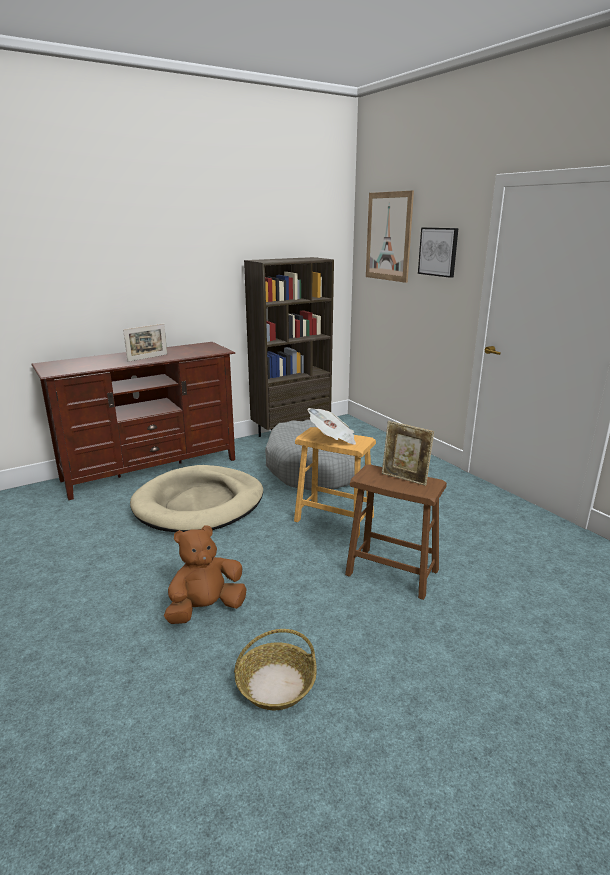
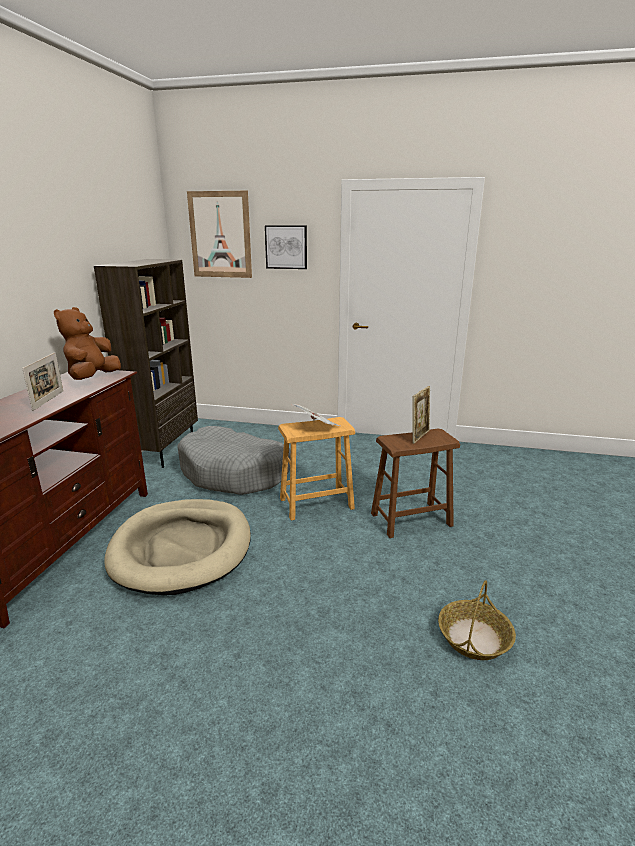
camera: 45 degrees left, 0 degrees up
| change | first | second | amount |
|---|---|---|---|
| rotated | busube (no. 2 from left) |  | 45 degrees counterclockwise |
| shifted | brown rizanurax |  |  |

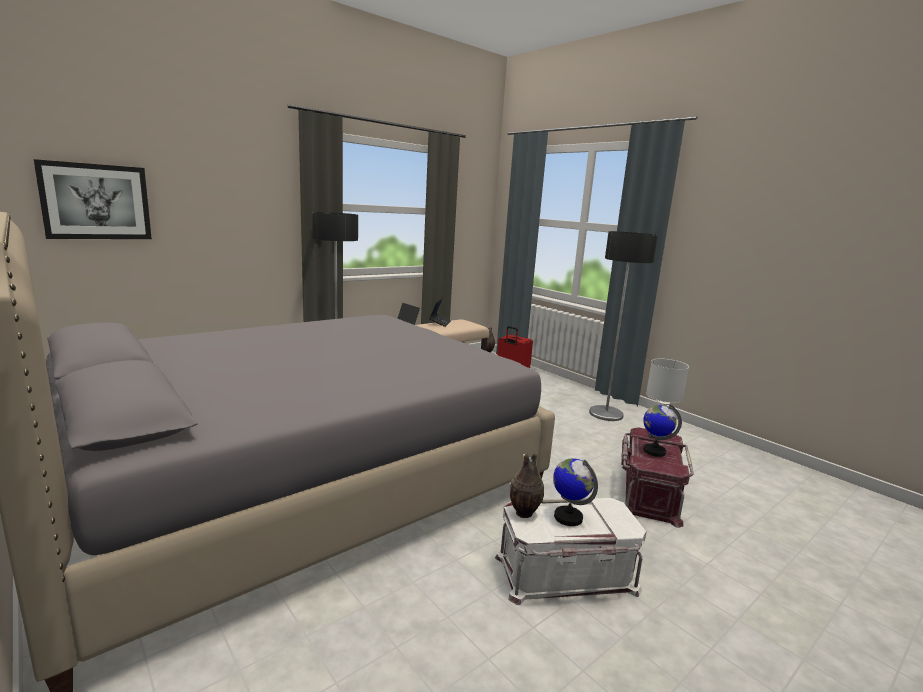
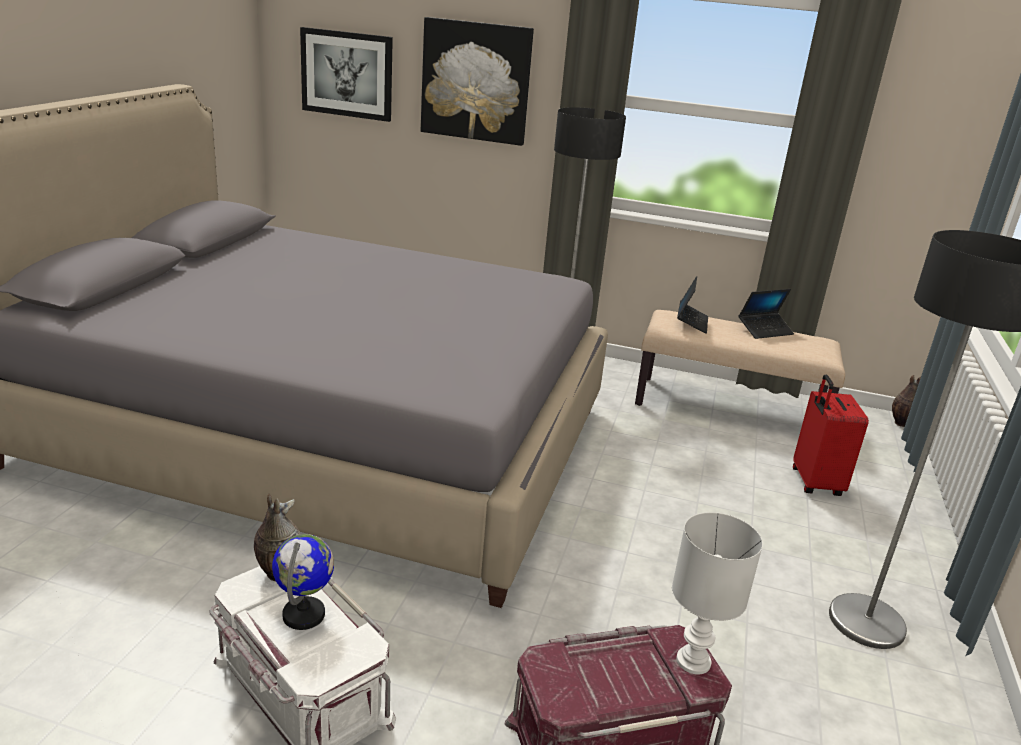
camera: 55 degrees right, 10 degrees up
| change | first | second | amount |
|---|---|---|---|
| gone | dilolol (no. 2 from left) |  |  |
| new |  | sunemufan (no. 2 from left) |  |

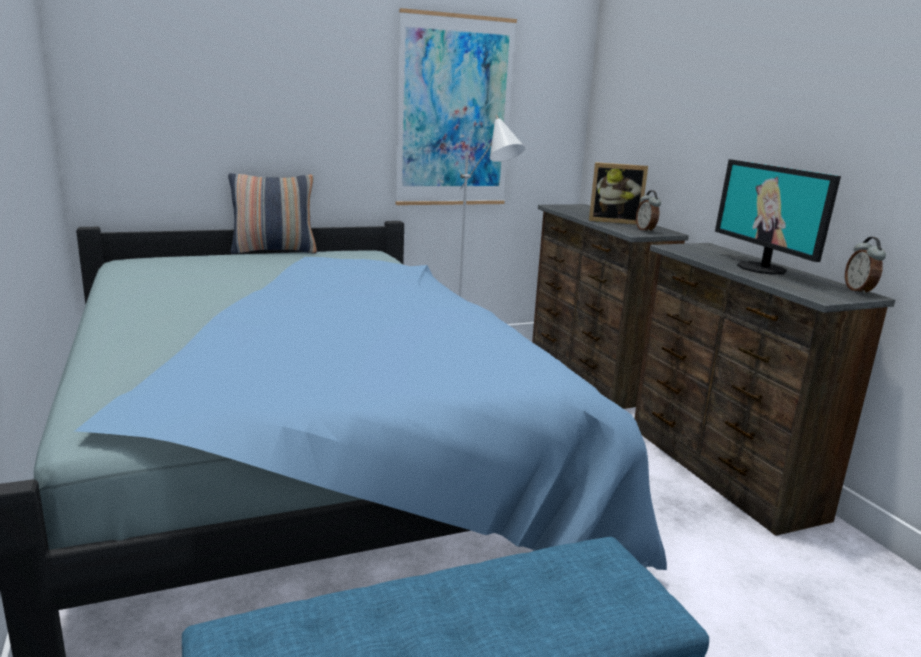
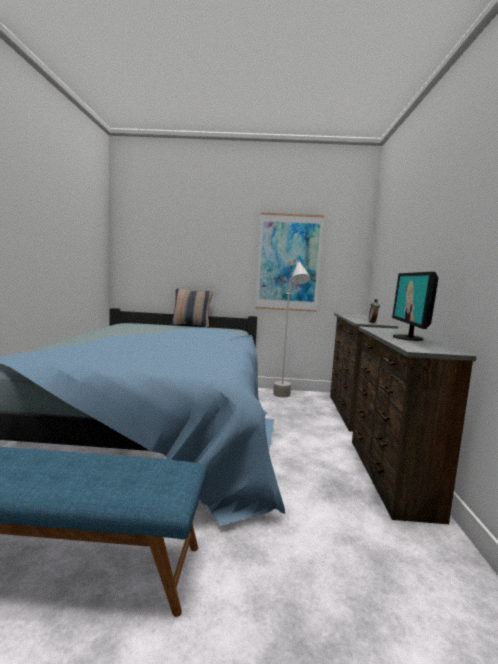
camera: 25 degrees right, 10 degrees down
| change | first | second | amount |
|---|---|---|---|
| gone | busube |  |  |
| gone | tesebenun (no. 2 from left) |  |  |

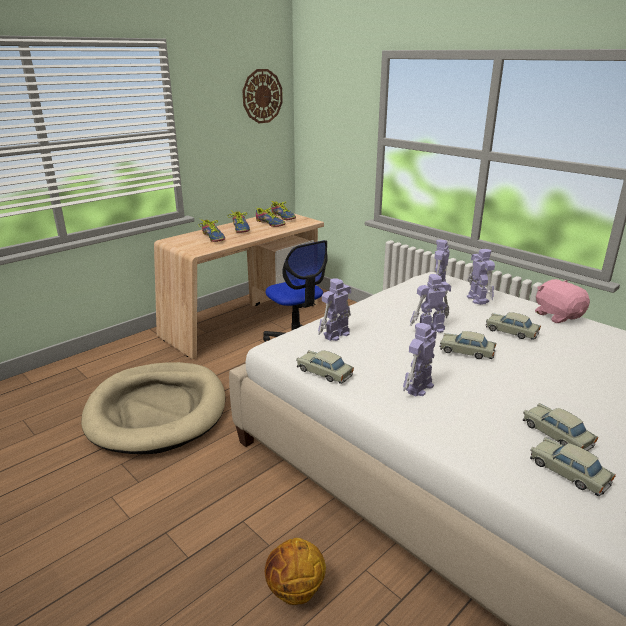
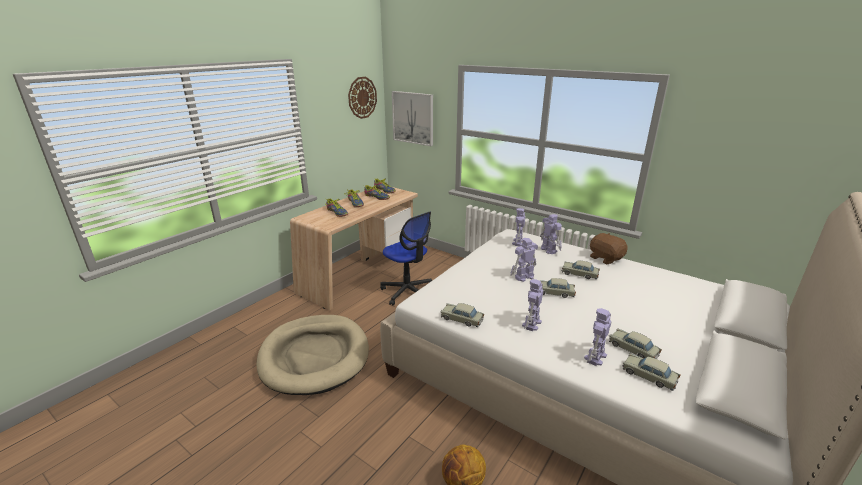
camera: 10 degrees left, 0 degrees up
| change | first | second | amount |
|---|---|---|---|
| shifted | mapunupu (no. 1 from left in the first image) | mapunupu (no. 5 from left) |  |
| repainted | pink rizanurax | brown rizanurax |  |
| new |  | sunemufan |  |

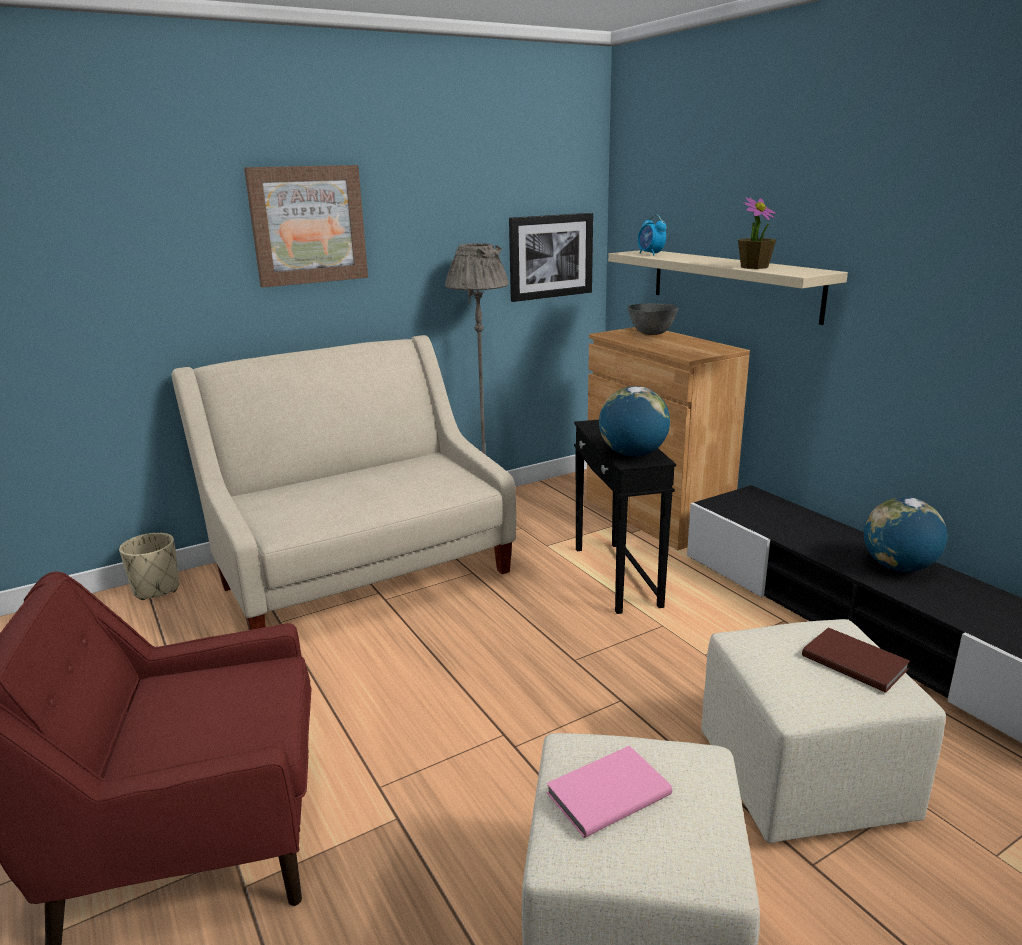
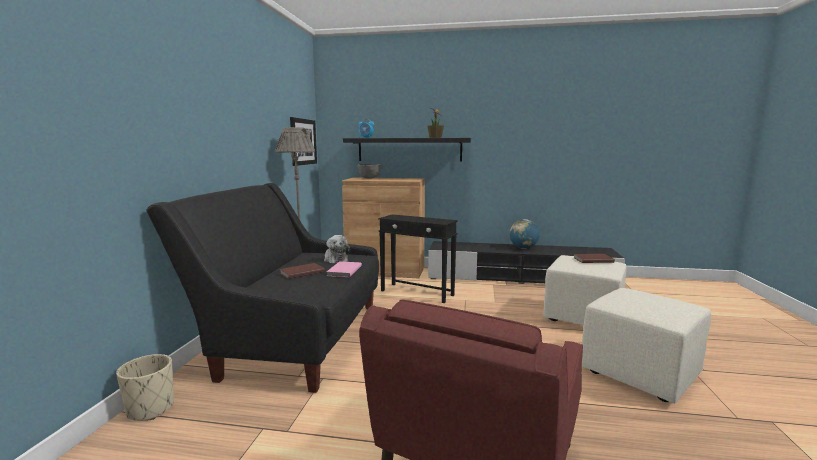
camera: 50 degrees left, 10 degrees down
| change | first | second | amount |
|---|---|---|---|
| gone | sunemufan (no. 1 from left) |  |  |
| repainted | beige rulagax | black rulagax |  |
| repainted | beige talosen | black talosen |  |
| gone | dilolol (no. 1 from left) |  |  |
| shifted | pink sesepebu |  |  |
| new |  | rizanurax |  |
| new |  | brown sesepebu (no. 1 from left) |  |

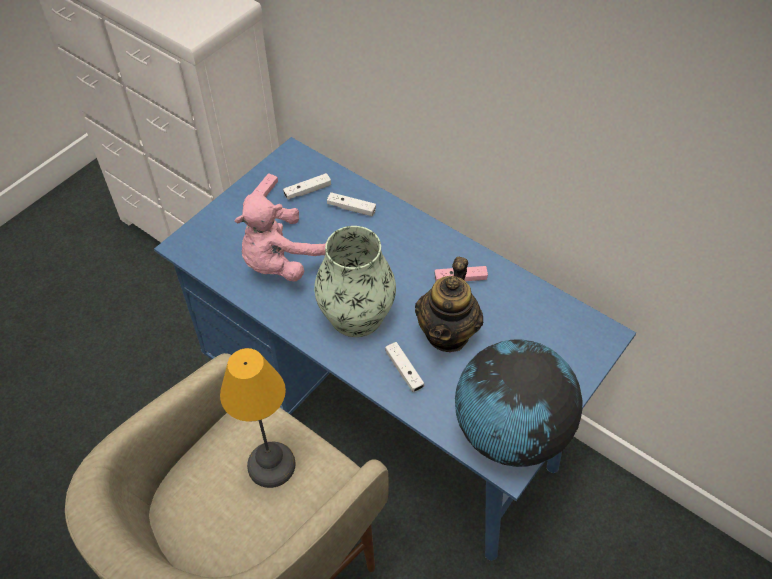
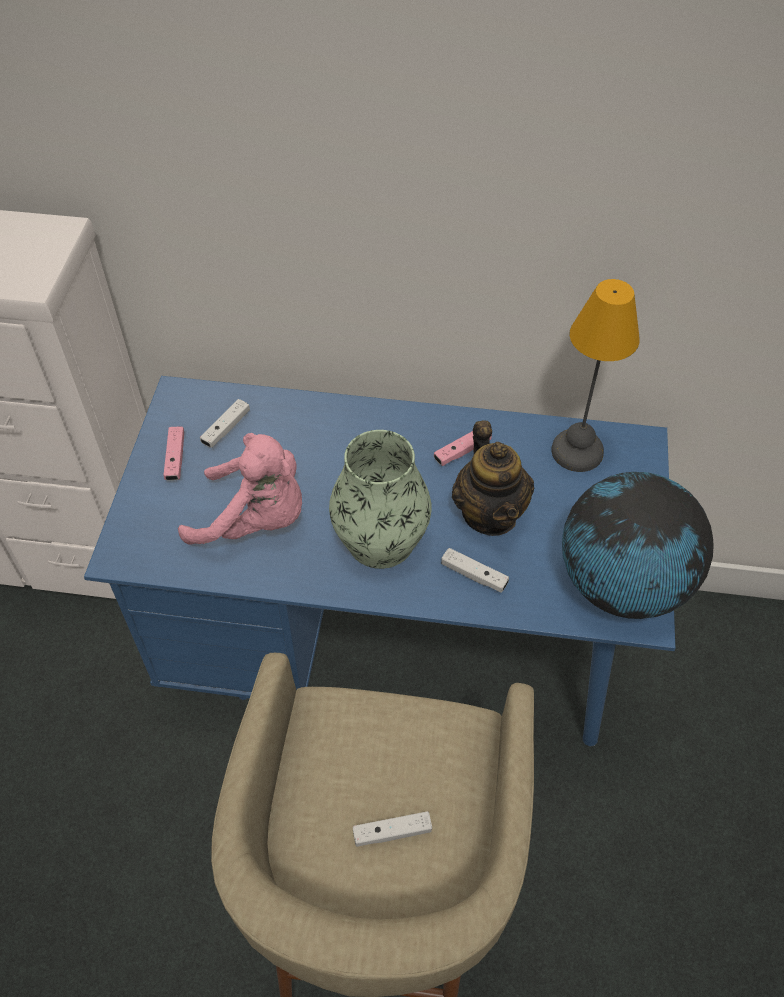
camera: 30 degrees left, 0 degrees up
| change | first | second | amount |
|---|---|---|---|
| shifted | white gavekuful (no. 2 from left) |  |  |
| rotated | pink rizanurax |  | 90 degrees counterclockwise |
| shifted | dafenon |  |  |

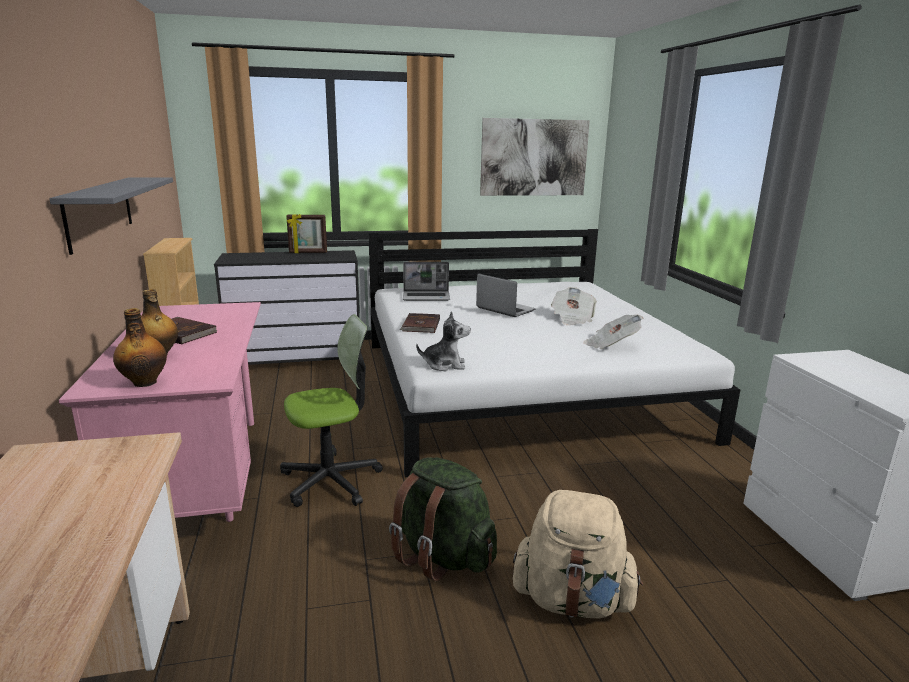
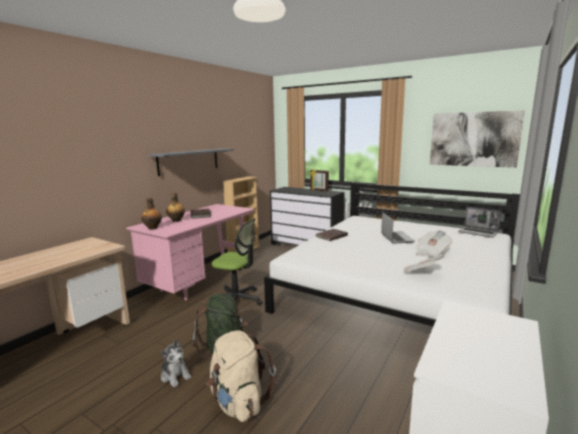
camera: 45 degrees right, 5 degrees down
| change | first | second | amount |
|---|---|---|---|
| shifted | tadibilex (no. 1 from left in the first image) | tadibilex (no. 2 from left) |  |
| shifted | rizanurax |  |  |

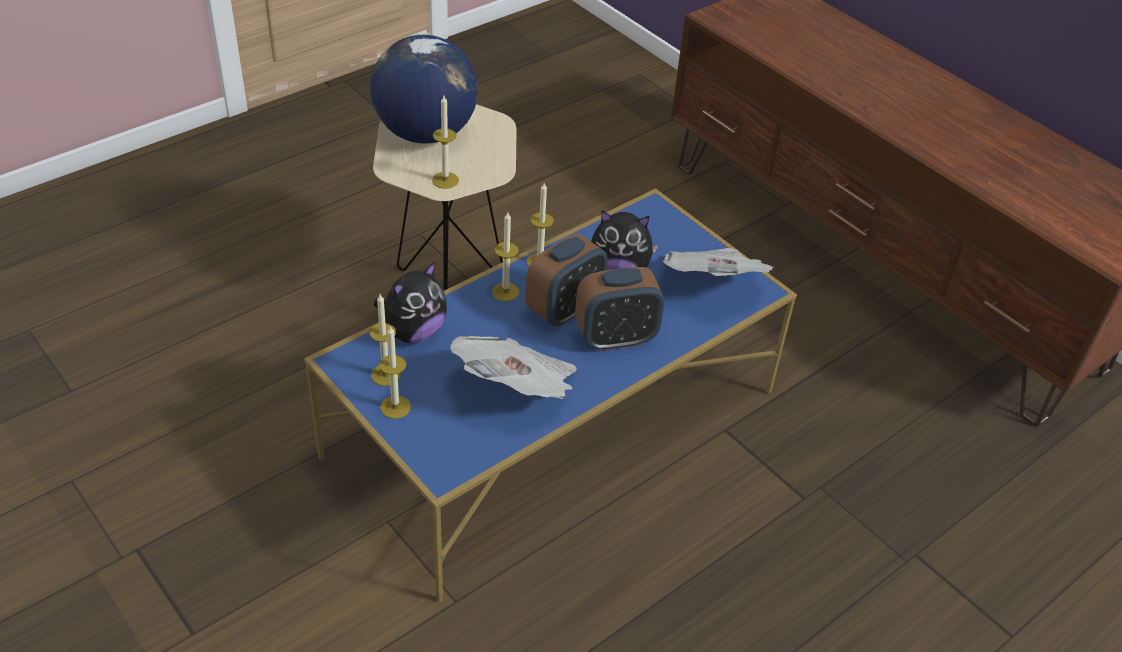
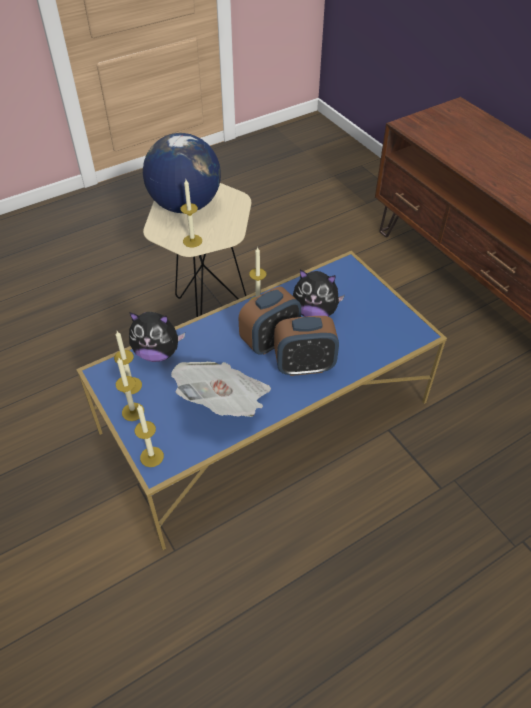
camera: 10 degrees right, 5 degrees up
| change | first | second | amount |
|---|---|---|---|
| shifted | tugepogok (no. 4 from left in the first image) | tugepogok (no. 3 from left) |  |
| gone | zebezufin (no. 2 from left) |  |  |
| rotated | rizanurax (no. 1 from left) |  | 45 degrees clockwise |

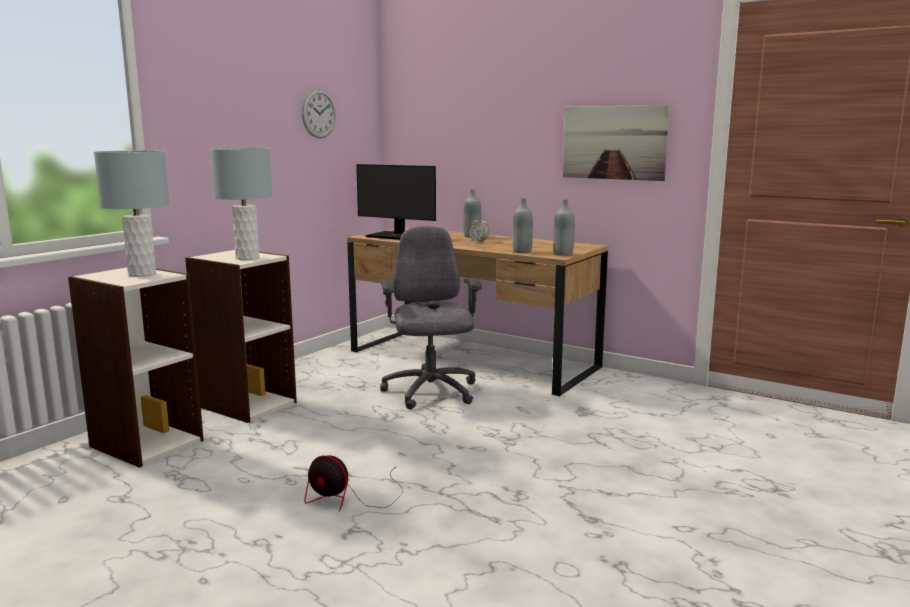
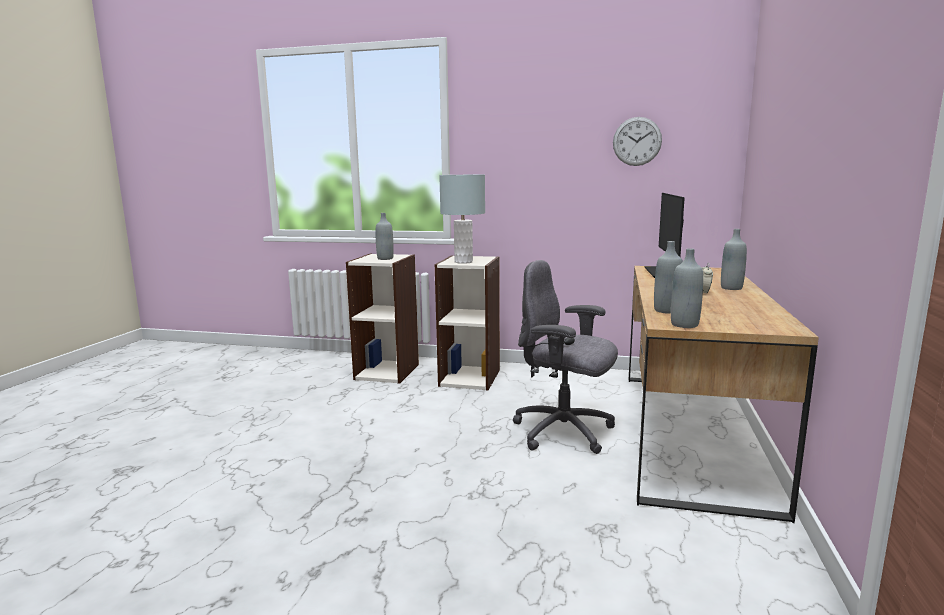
camera: 70 degrees right, 0 degrees up
| change | first | second | amount |
|---|---|---|---|
| gone | sunemufan |  |  |
| swapped | grey dafenon (no. 1 from left) | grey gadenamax (no. 1 from left) |  |
| rotated | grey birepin |  | 120 degrees counterclockwise |
| gone | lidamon |  |  |

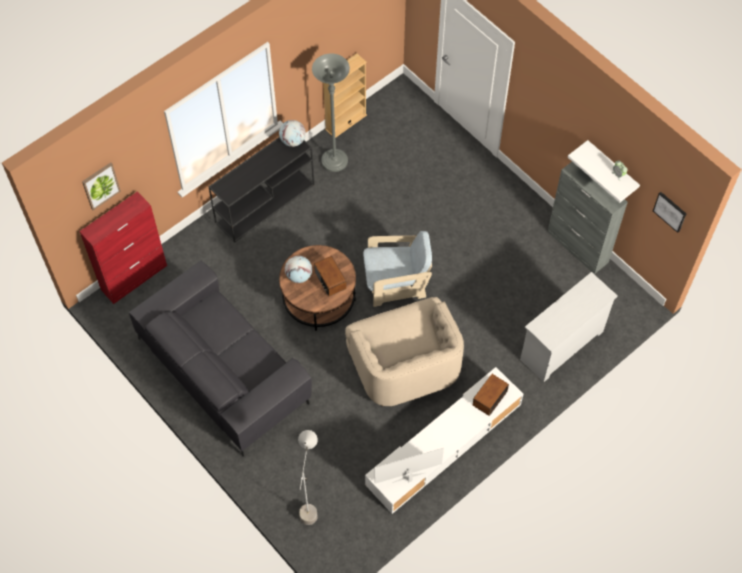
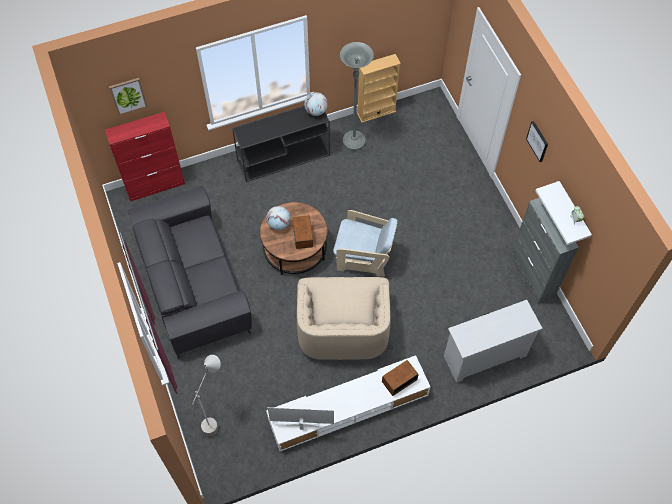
camera: 20 degrees right, 0 degrees up
| change | first | second | amount |
|---|---|---|---|
| shifted | sunemufan (no. 2 from left) |  |  |

